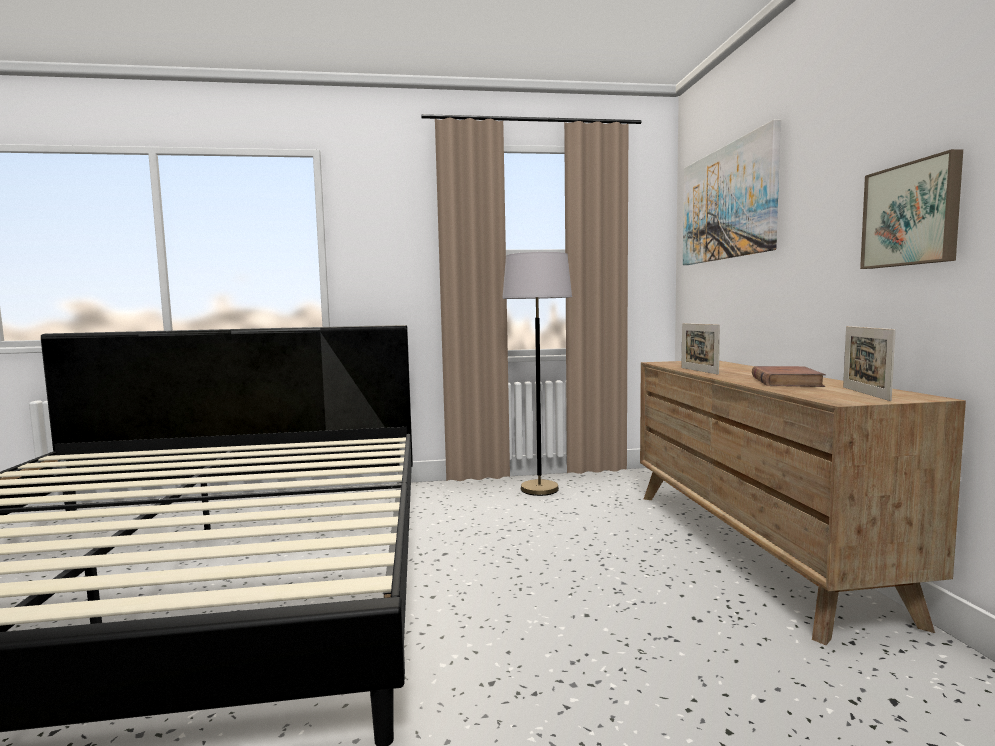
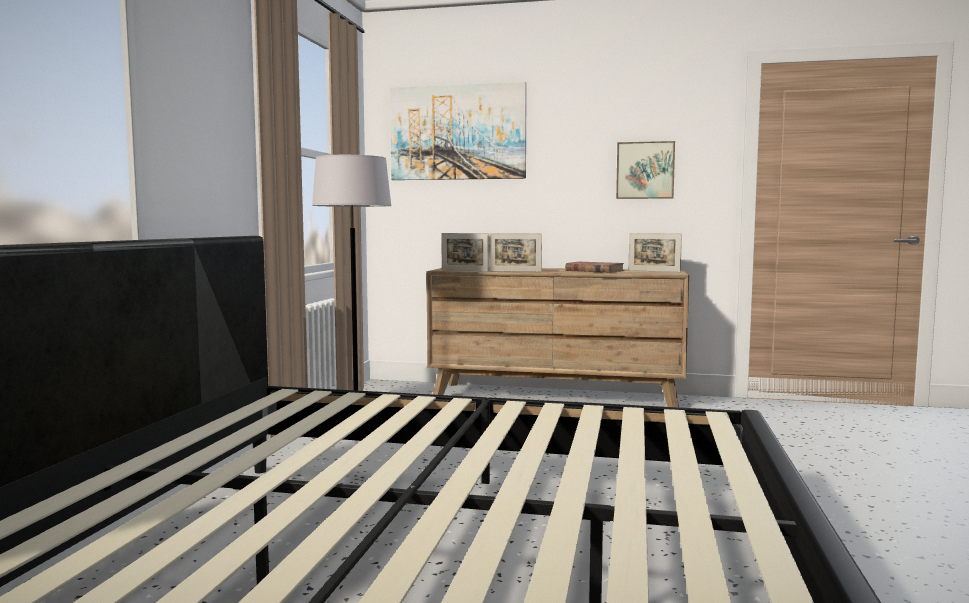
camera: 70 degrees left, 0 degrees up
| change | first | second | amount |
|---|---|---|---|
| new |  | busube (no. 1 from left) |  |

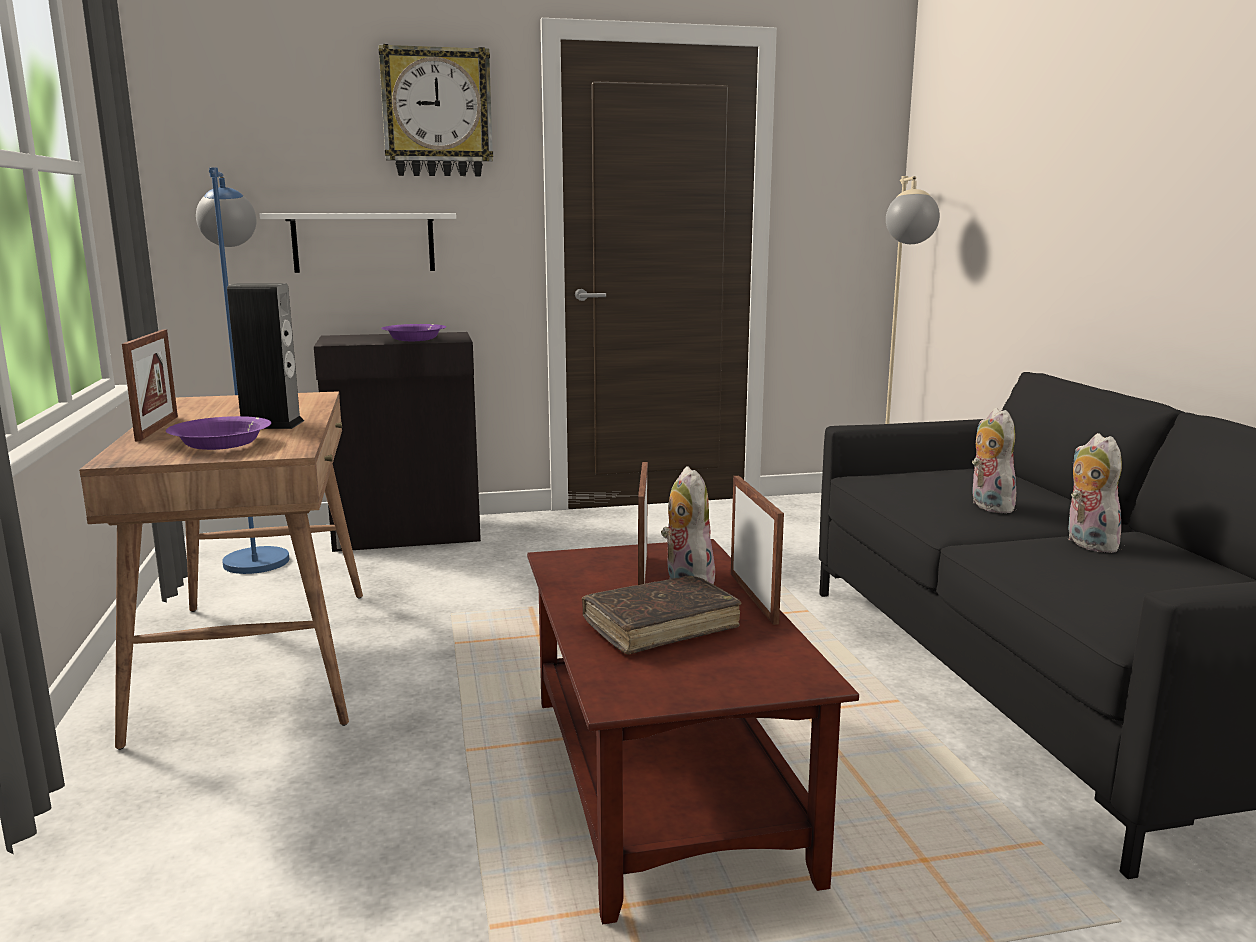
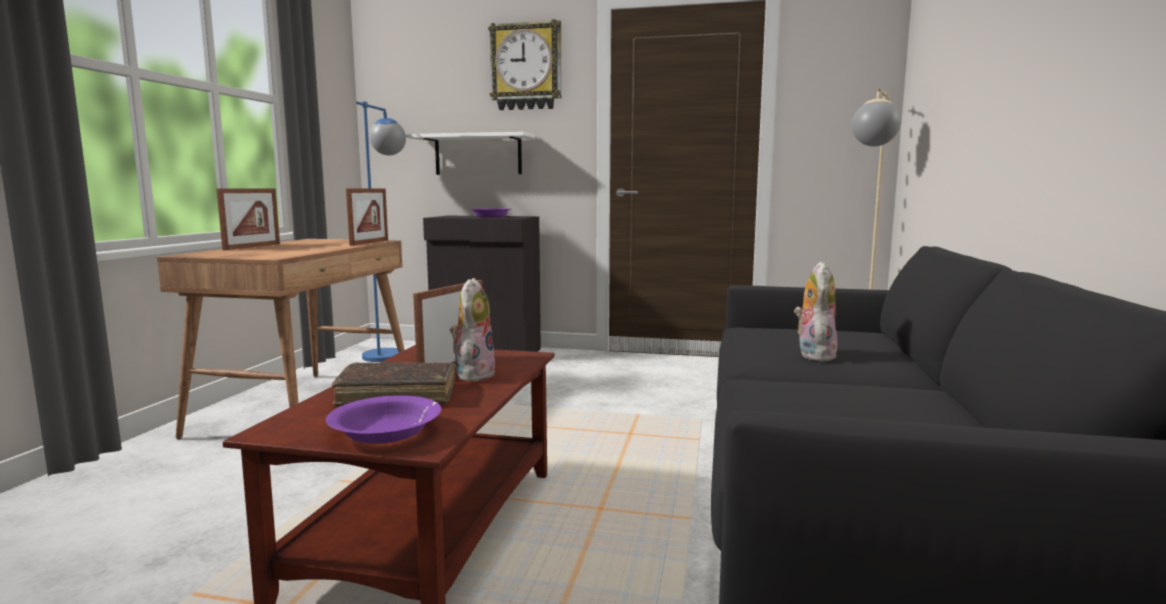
camera: 25 degrees right, 5 degrees down
| change | first | second | amount |
|---|---|---|---|
| gone | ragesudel |  |  |
| shifted | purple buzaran (no. 1 from left) |  |  |
| gone | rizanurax (no. 3 from left) |  |  |
| shifted | busube (no. 3 from left in the first image) | busube (no. 2 from left) |  |

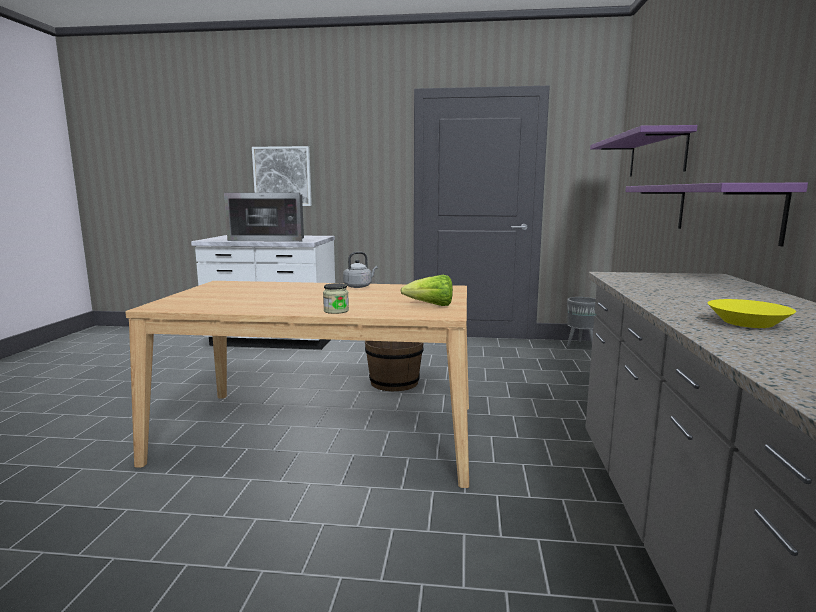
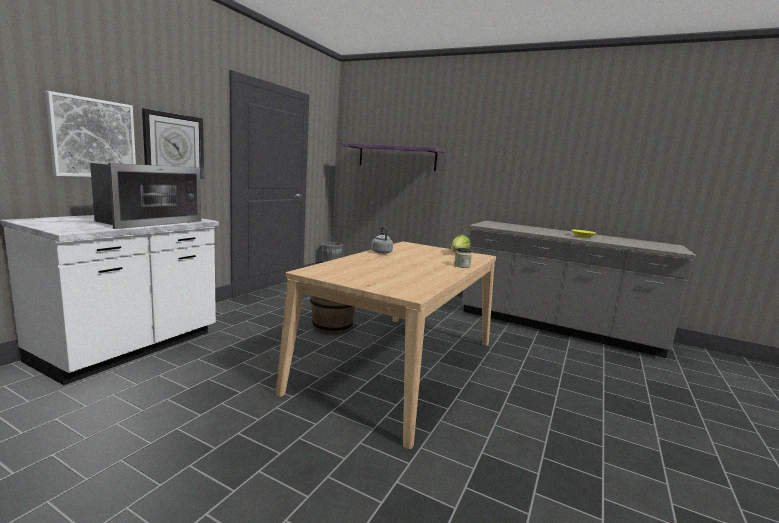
camera: 70 degrees left, 0 degrees up
| change | first | second | amount |
|---|---|---|---|
| gone | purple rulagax (no. 2 from left) |  |  |
| new |  | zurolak |  |

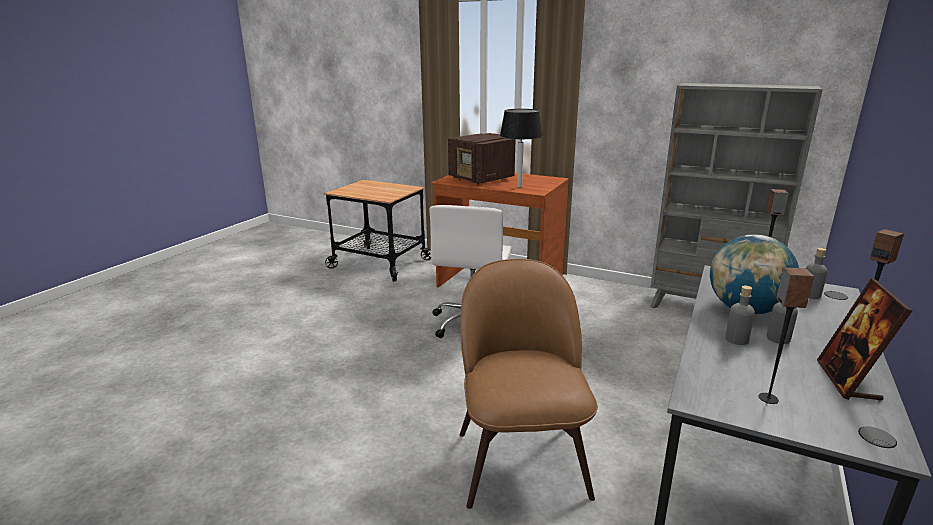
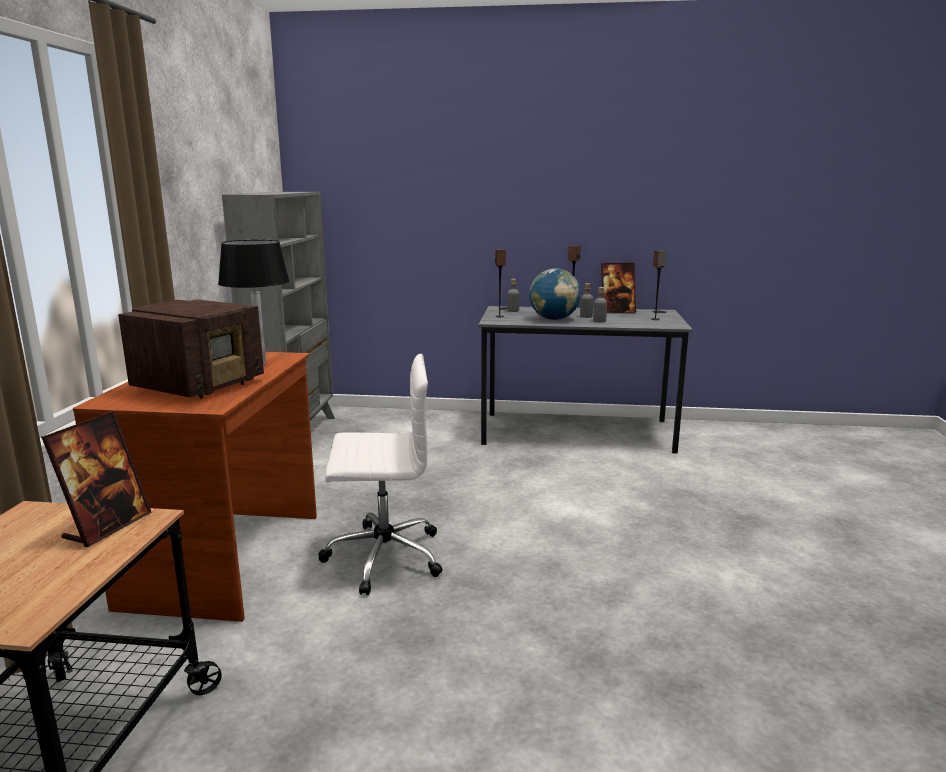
camera: 110 degrees left, 5 degrees down
| change | first | second | amount |
|---|---|---|---|
| gone | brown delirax |  |  |
| new |  | busube (no. 1 from left) |  |

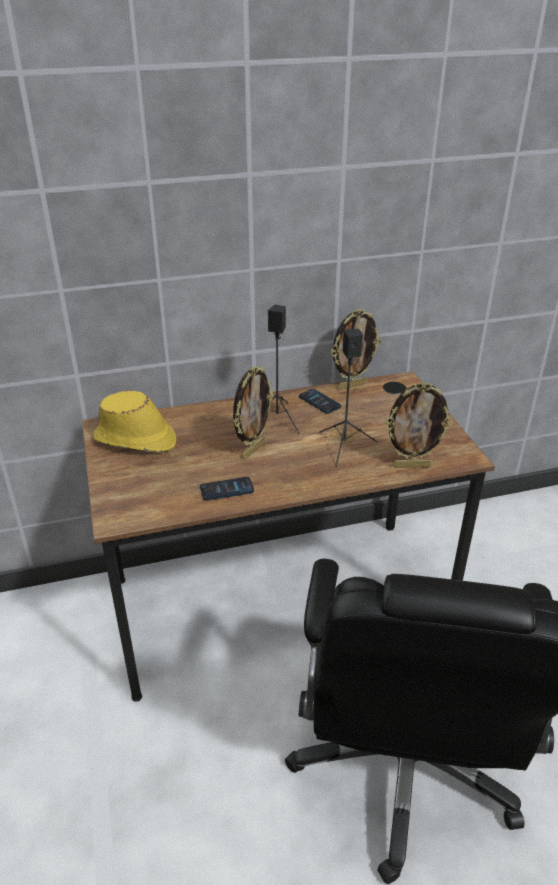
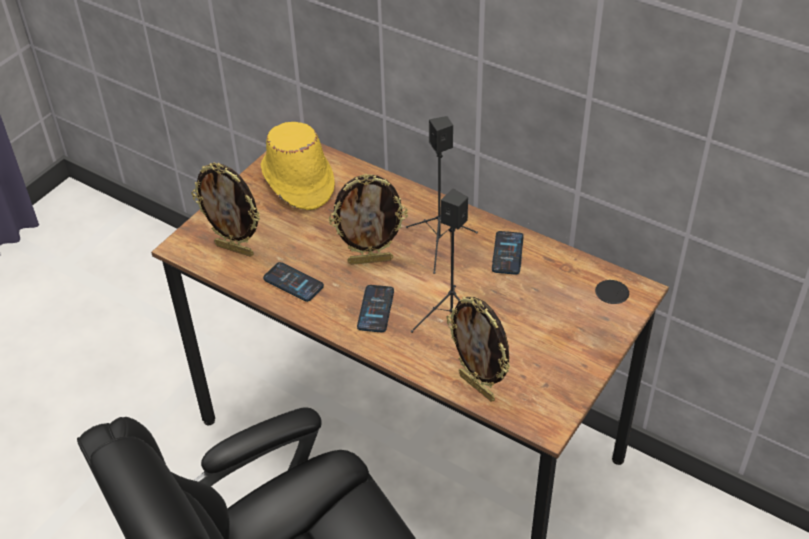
camera: 50 degrees right, 10 degrees up
| change | first | second | amount |
|---|---|---|---|
| shifted | busube (no. 2 from left in the first image) | busube (no. 1 from left) |  |
| new |  | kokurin (no. 2 from left) |  |

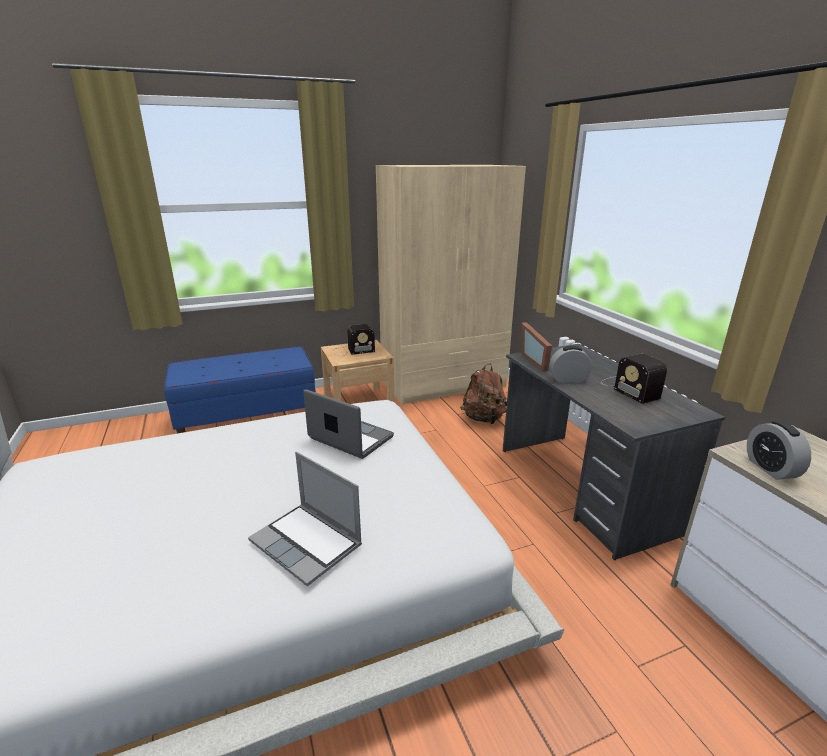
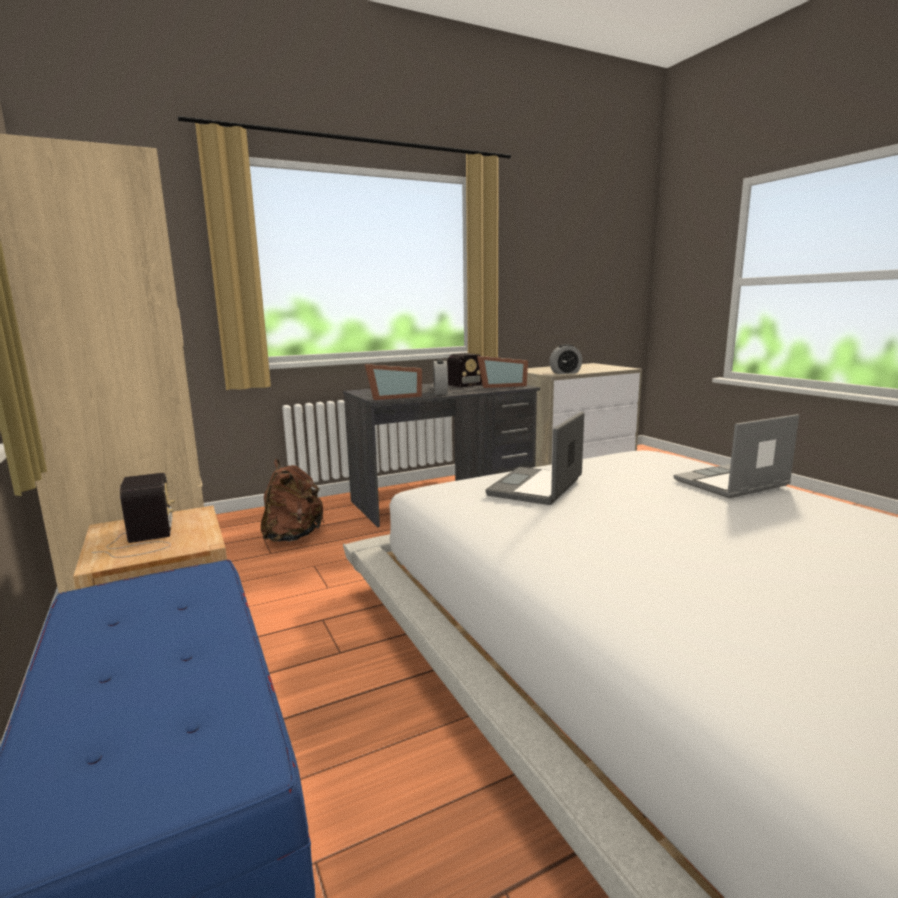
camera: 95 degrees left, 10 degrees down
| change | first | second | amount |
|---|---|---|---|
| rotated | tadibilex (no. 1 from left in the first image) | tadibilex (no. 2 from left) | 150 degrees counterclockwise |
| new |  | busube (no. 2 from left) |  |

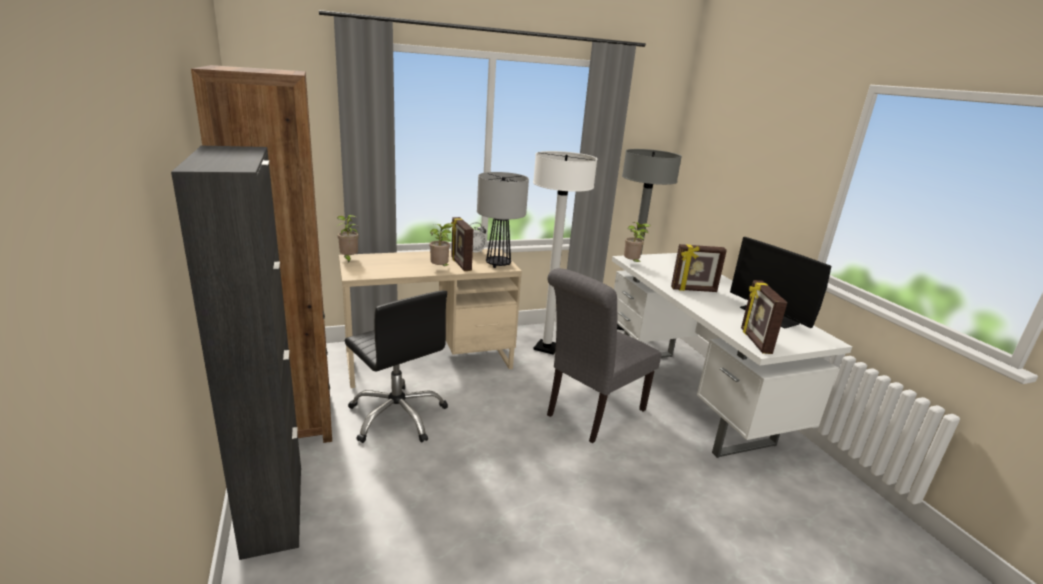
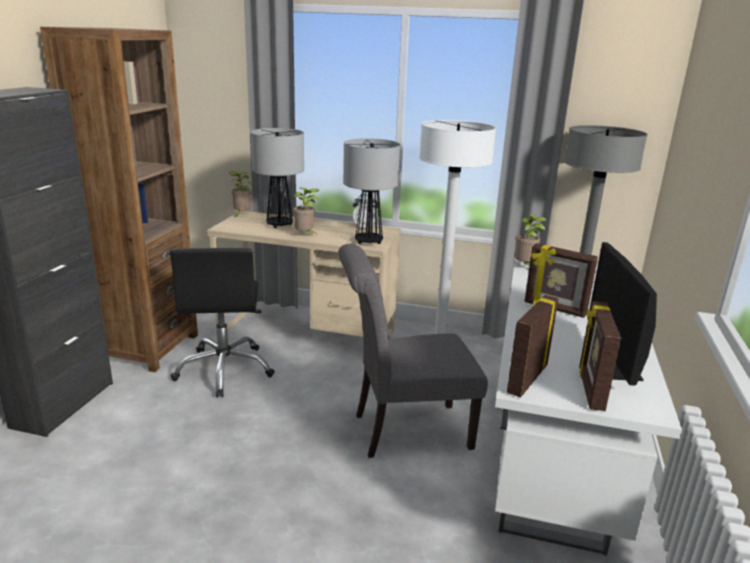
camera: 35 degrees right, 0 degrees up
| change | first | second | amount |
|---|---|---|---|
| shifted | busube (no. 1 from left in the first image) | busube (no. 3 from left) |  |
| new |  | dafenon (no. 1 from left) |  |

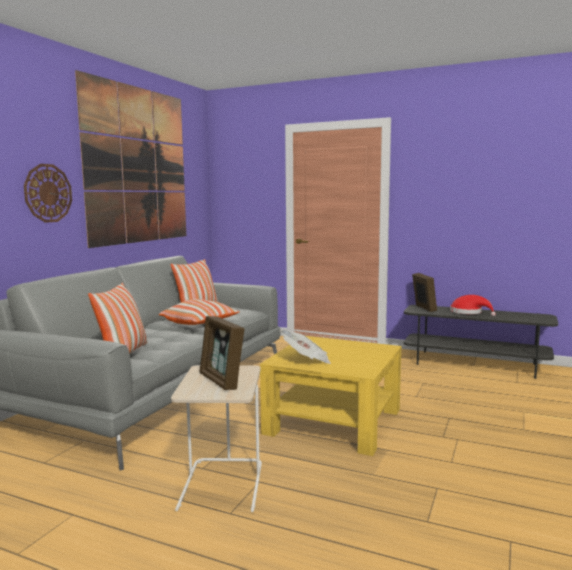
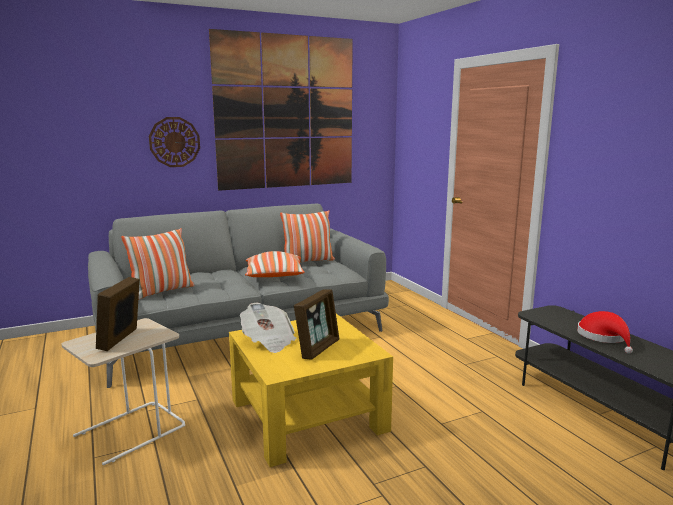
camera: 40 degrees right, 5 degrees up
| change | first | second | amount |
|---|---|---|---|
| shifted | busube (no. 2 from left) |  |  |

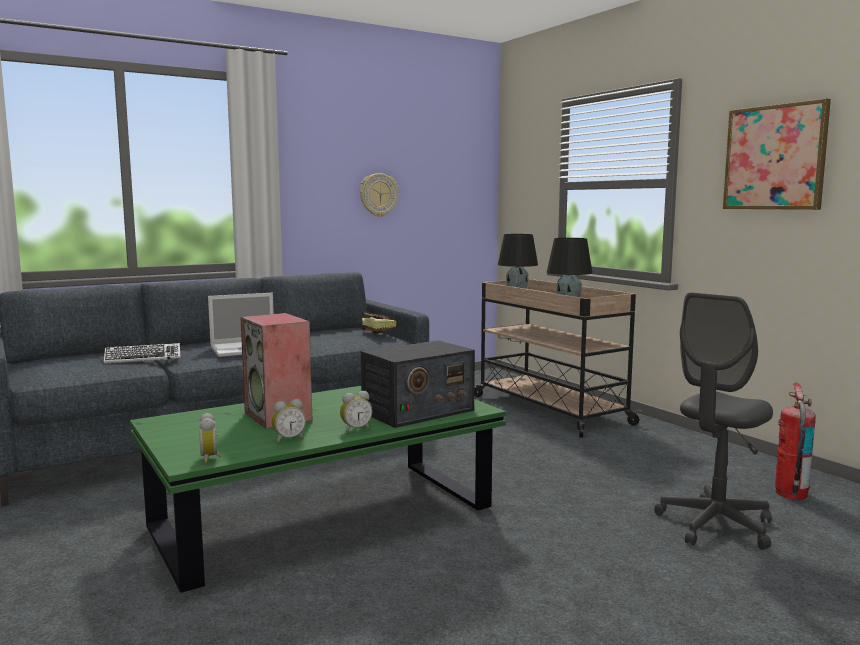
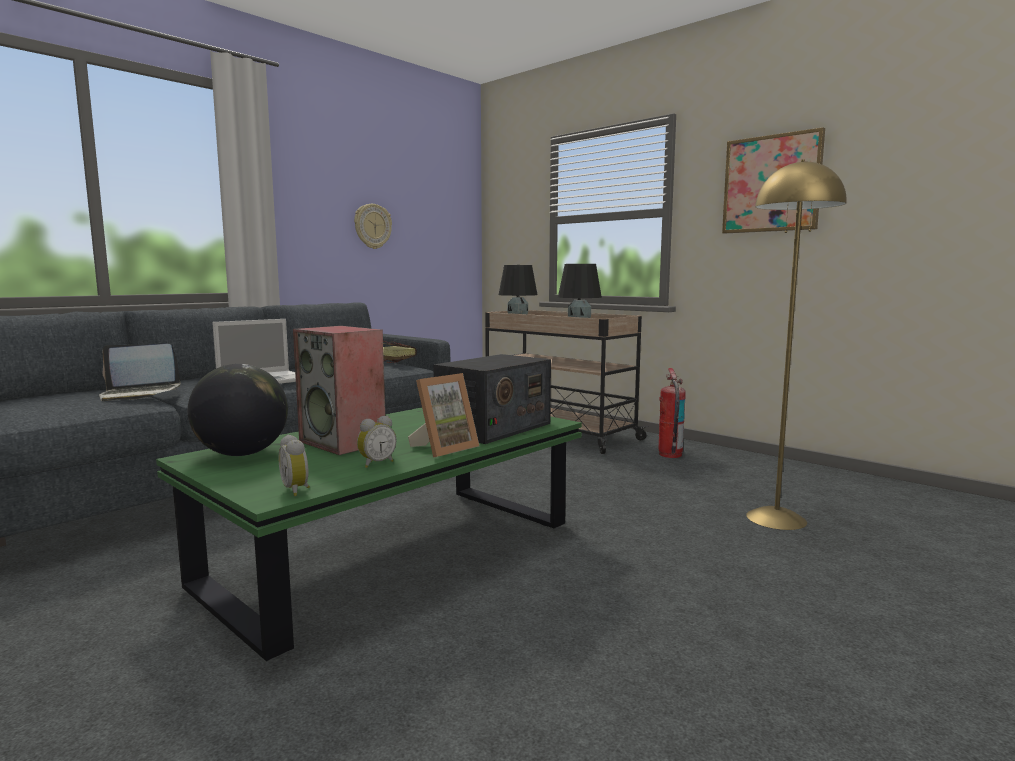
camera: 15 degrees left, 0 degrees up
| change | first | second | amount |
|---|---|---|---|
| swapped | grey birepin | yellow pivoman |  |
| swapped | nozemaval | tadibilex (no. 1 from left) |  |
| shifted | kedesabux |  |  |
| swapped | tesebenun (no. 3 from left) | busube |  |
| new |  | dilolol |  |

